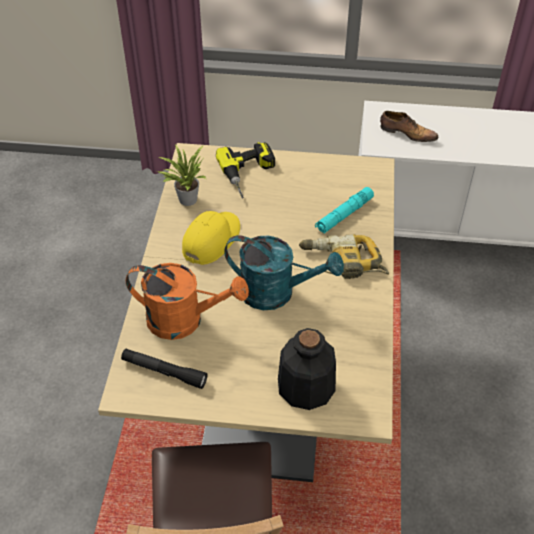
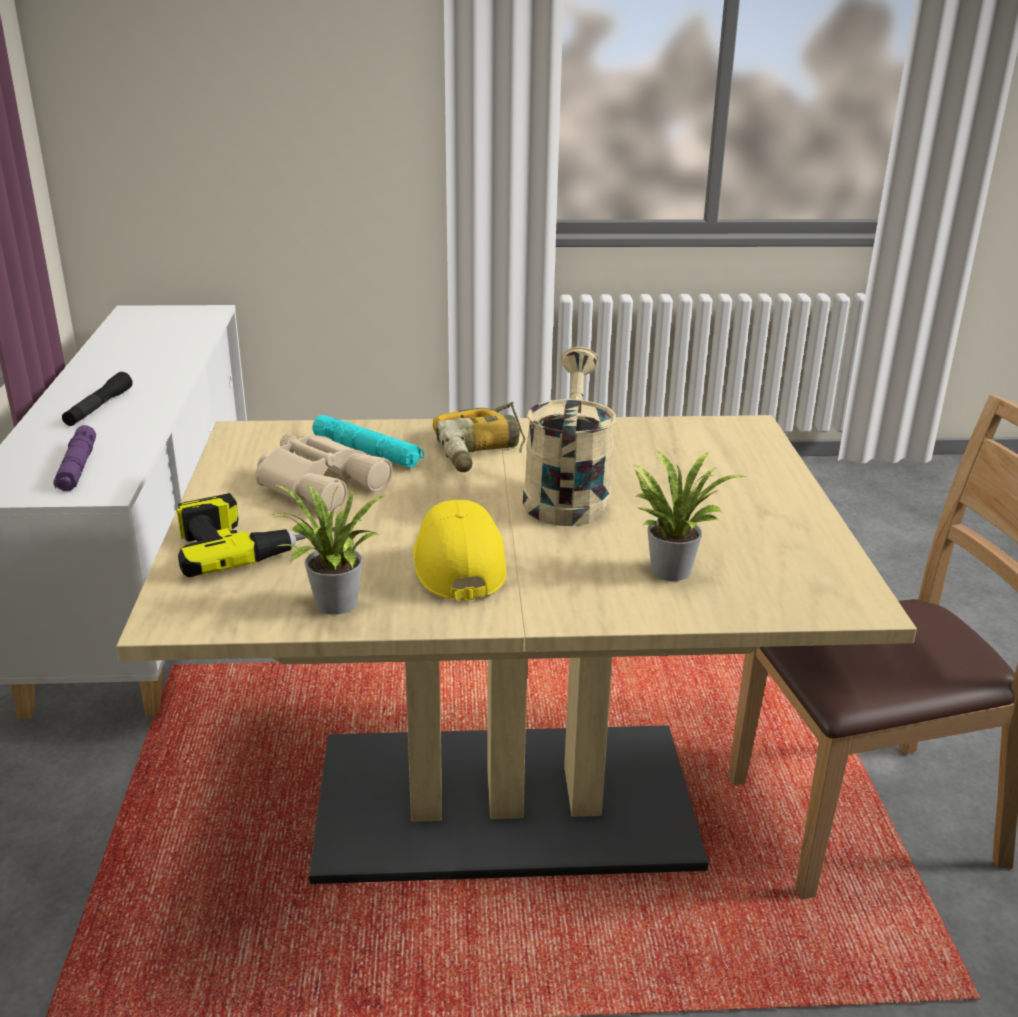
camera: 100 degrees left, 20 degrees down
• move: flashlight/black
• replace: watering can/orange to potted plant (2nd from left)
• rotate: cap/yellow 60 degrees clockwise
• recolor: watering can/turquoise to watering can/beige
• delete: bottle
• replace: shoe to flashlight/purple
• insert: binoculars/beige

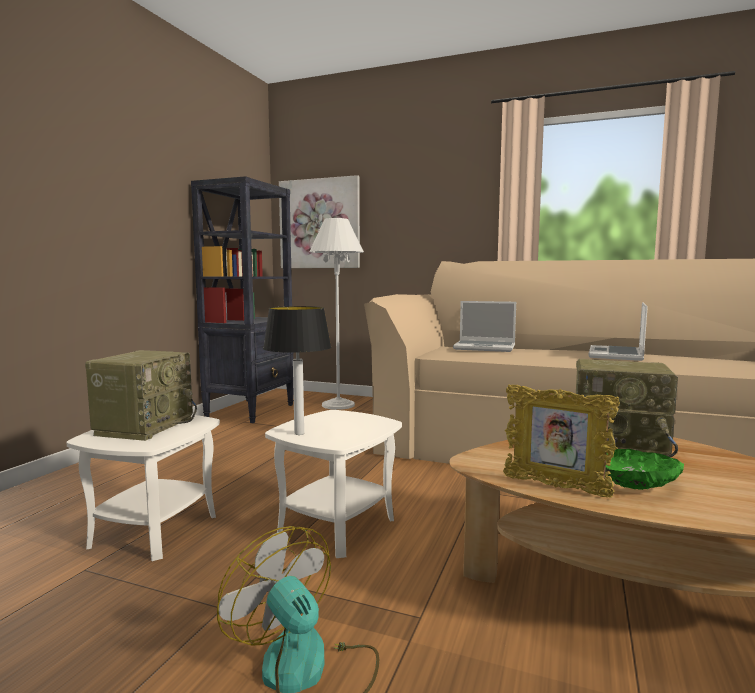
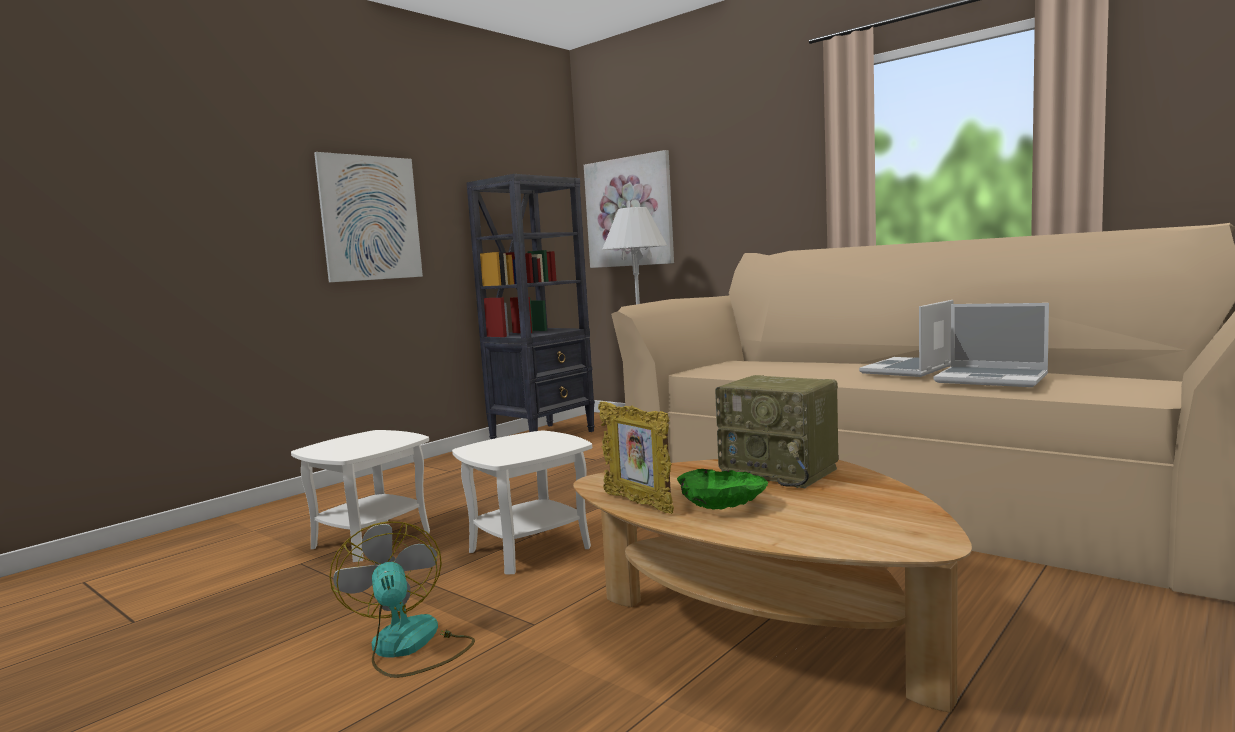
camera: 20 degrees right, 0 degrees up
• delete: radio (1st from left)
• delete: table lamp
• move: laptop (1st from left in the first image) to laptop (2nd from left)
• insert: picture (1st from left)

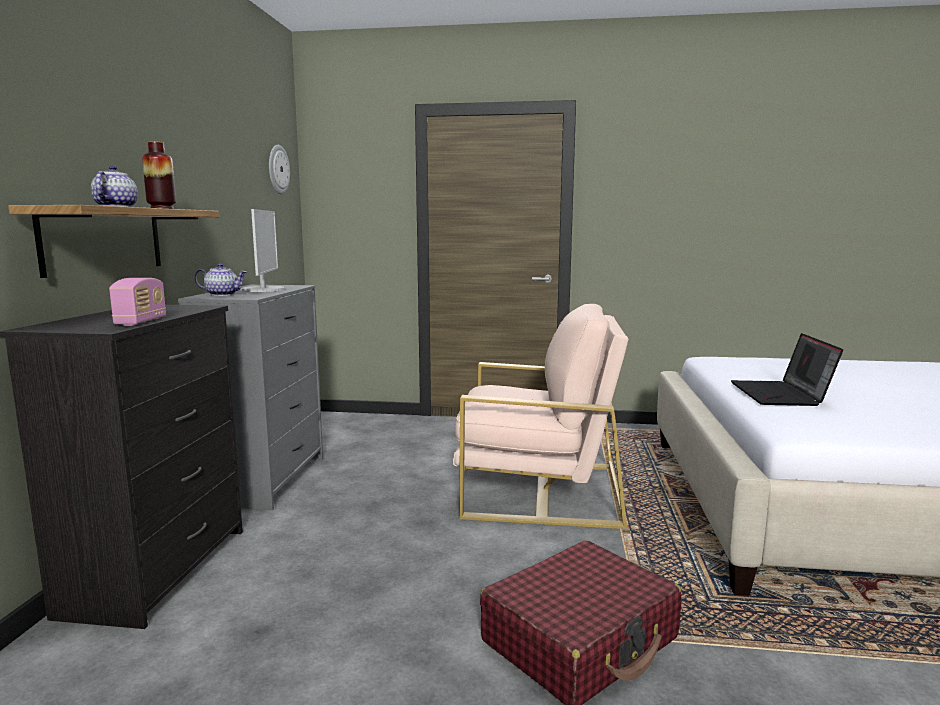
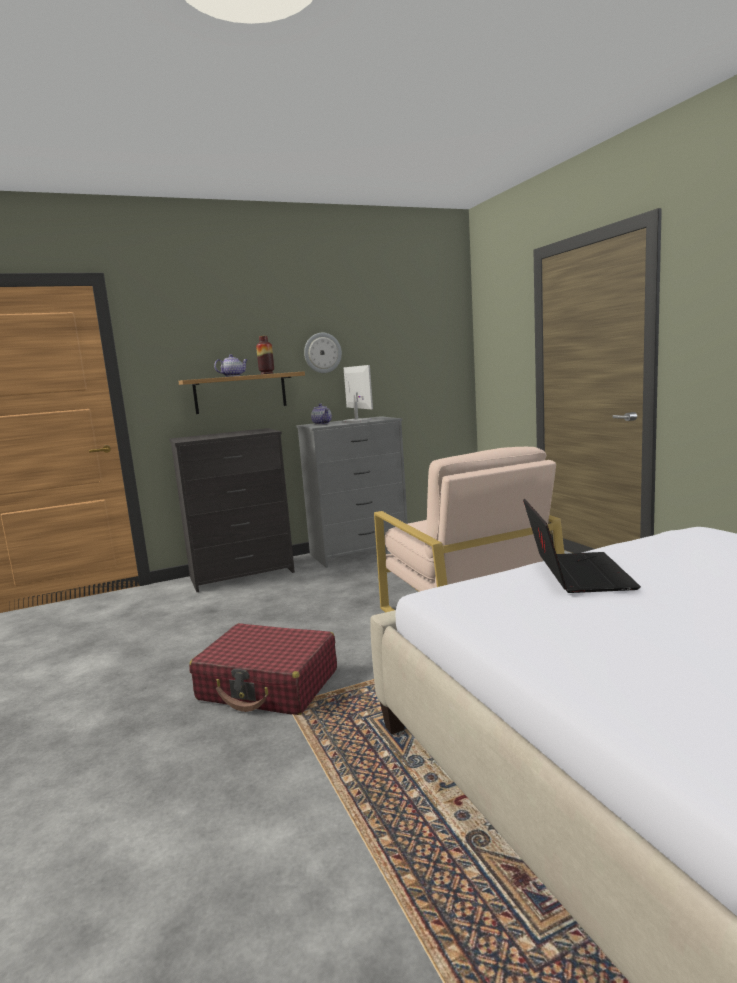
camera: 60 degrees right, 0 degrees up
• delete: radio
• rotate: monitor 75 degrees counterclockwise
• move: wall clock
• rotate: laptop 120 degrees clockwise

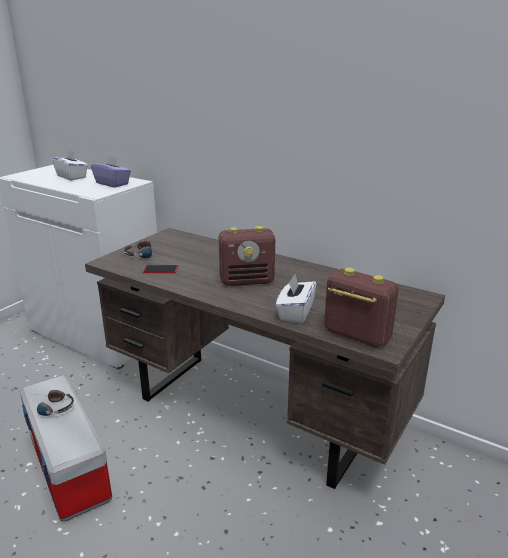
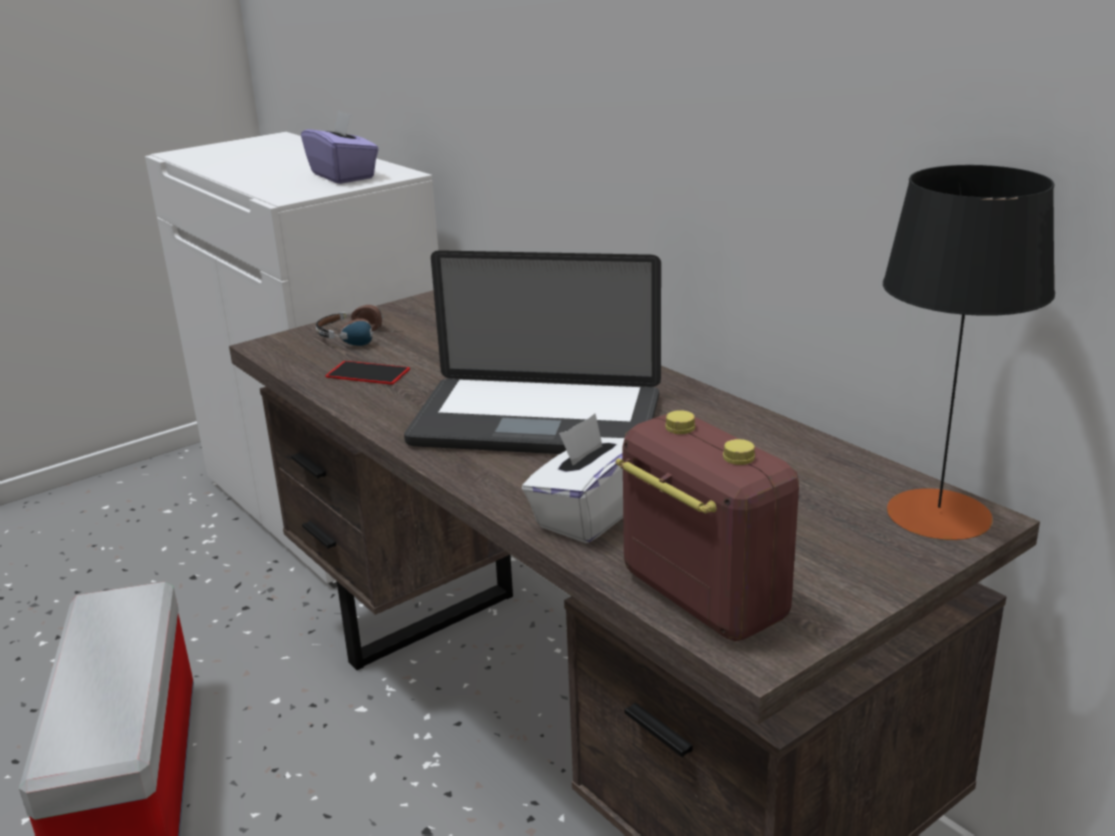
camera: 20 degrees right, 0 degrees up
• delete: headphones (1st from left)
• delete: tissue box/white (1st from left)
• replace: radio (1st from left) to laptop
• insert: table lamp/black

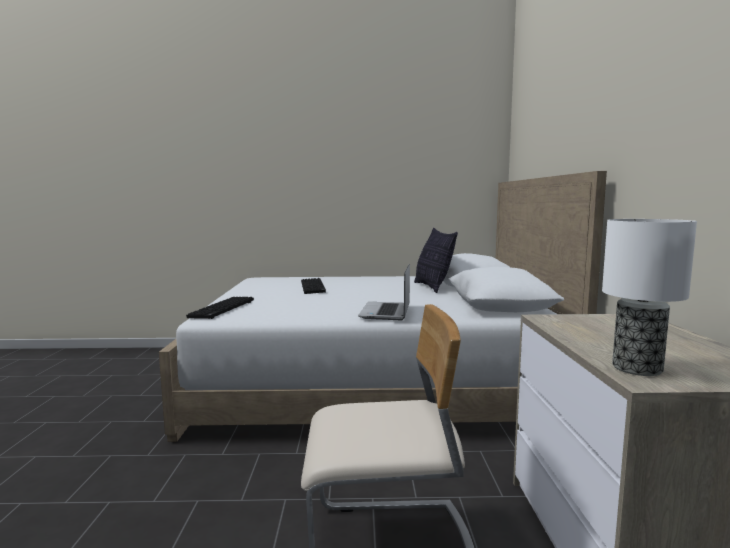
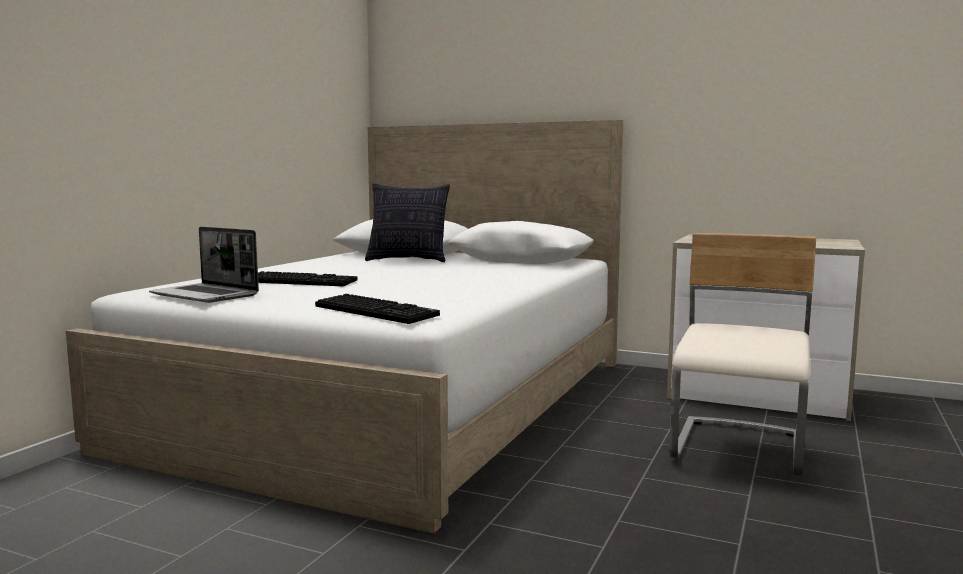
camera: 65 degrees left, 0 degrees up
• move: laptop
• delete: table lamp

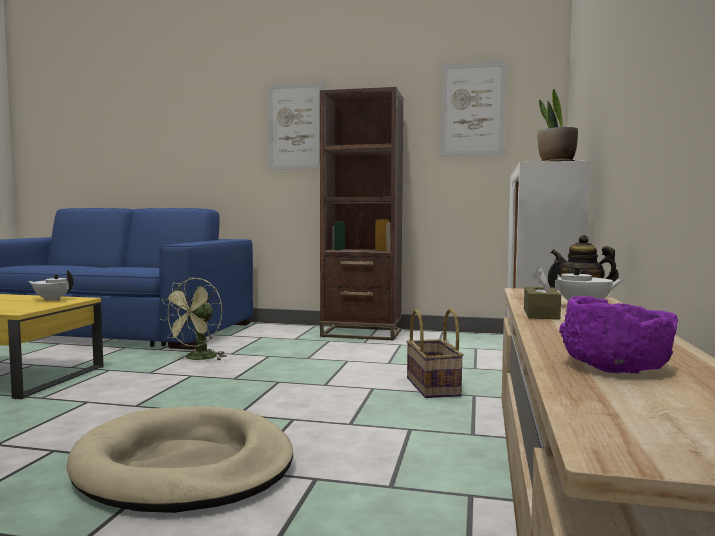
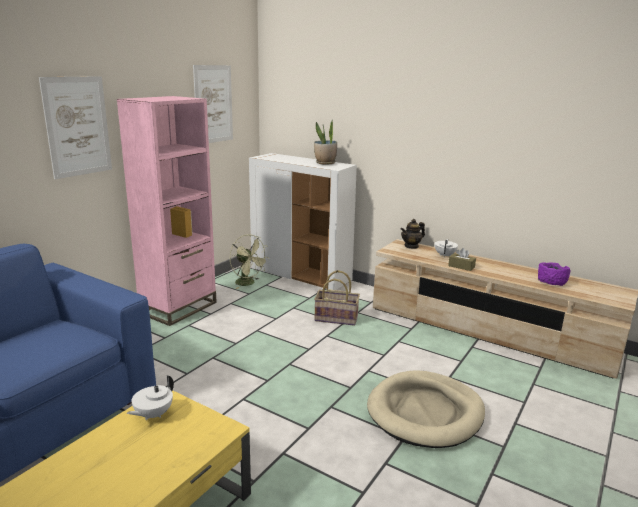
camera: 70 degrees left, 15 degrees up
• move: fan/green
• recolor: bookcase/brown to bookcase/pink

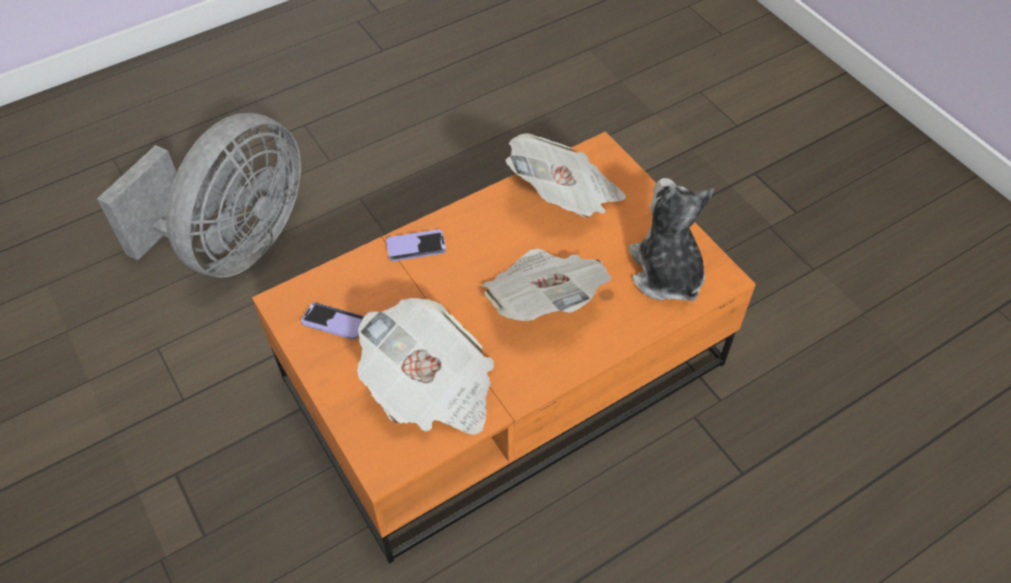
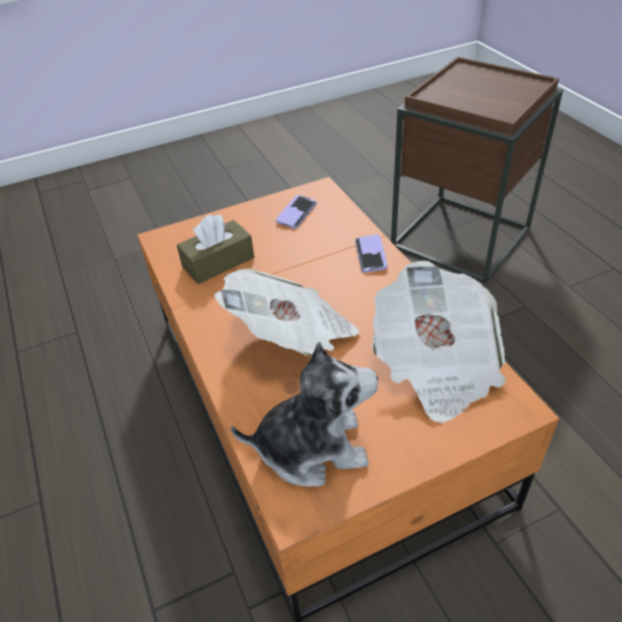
camera: 100 degrees right, 10 degrees down
• replace: fan/grey to side table/brown
• replace: newspaper (1st from left) to tissue box/brown

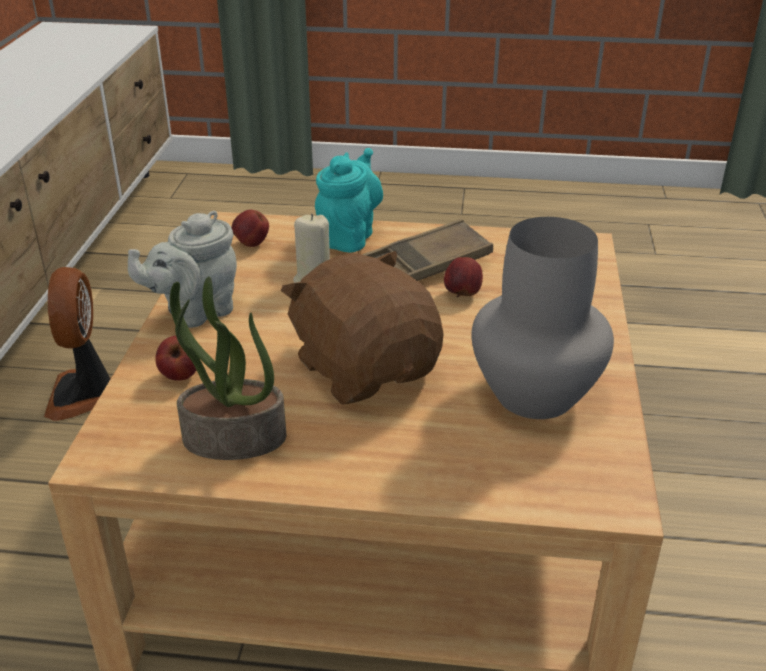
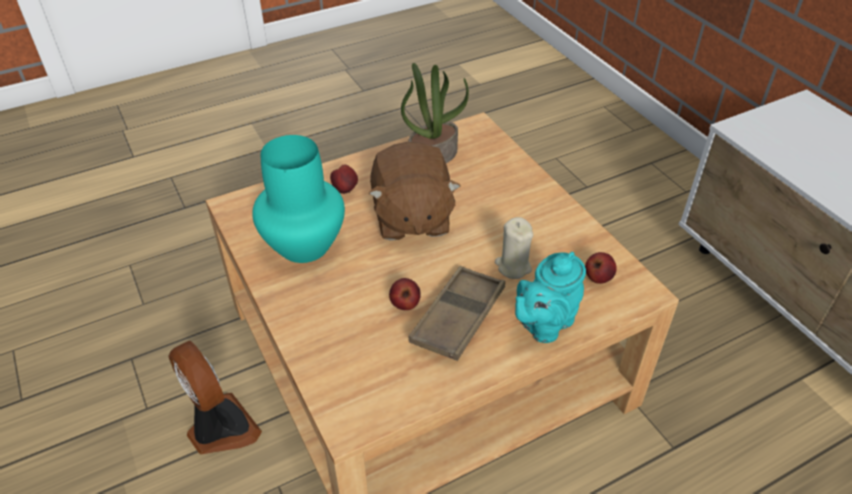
camera: 145 degrees right, 10 degrees up
• move: fan
• delete: teapot/grey
• move: apple (1st from left)
• rotate: plush toy/brown 60 degrees clockwise
• rotate: teapot/turquoise 60 degrees clockwise
• recolor: vase/grey to vase/turquoise

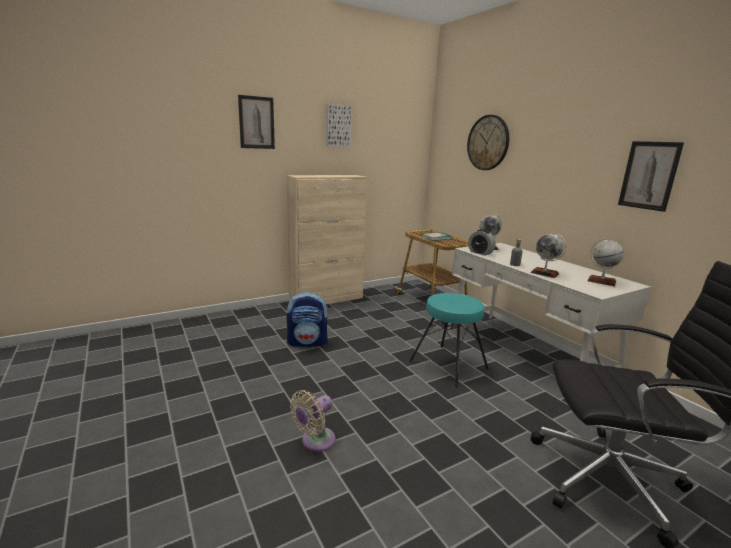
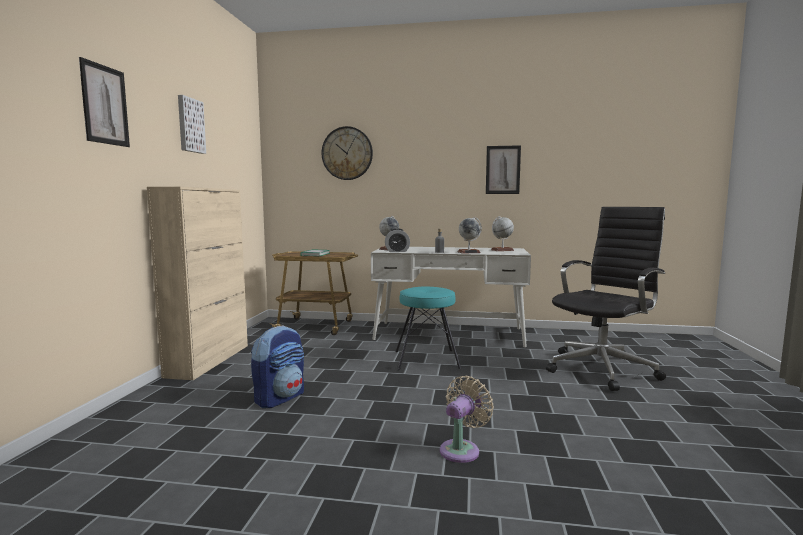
camera: 50 degrees left, 10 degrees down
• rotate: fan/beige 135 degrees counterclockwise

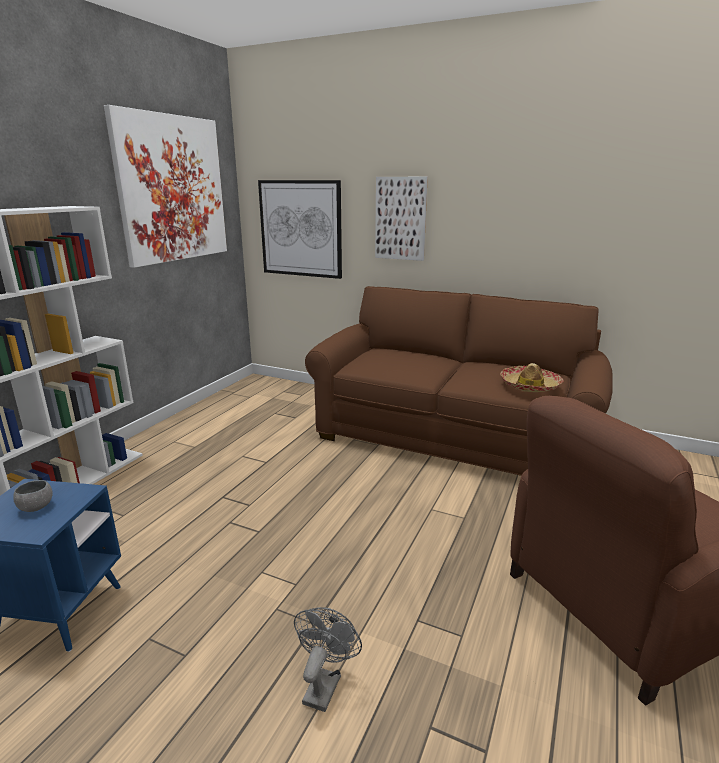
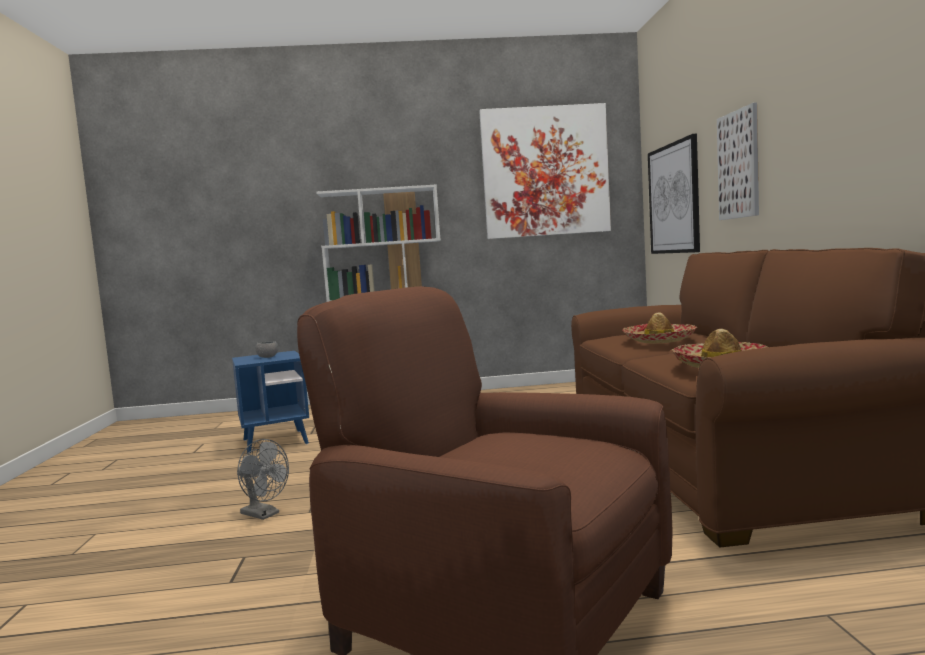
camera: 60 degrees right, 15 degrees down
• rotate: fan/grey 45 degrees clockwise
• insert: hat (1st from left)

